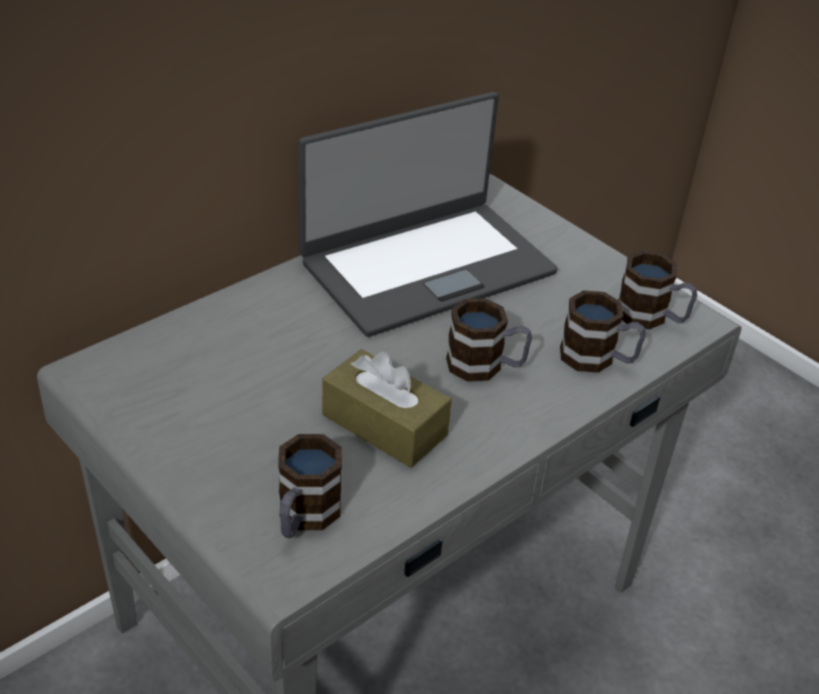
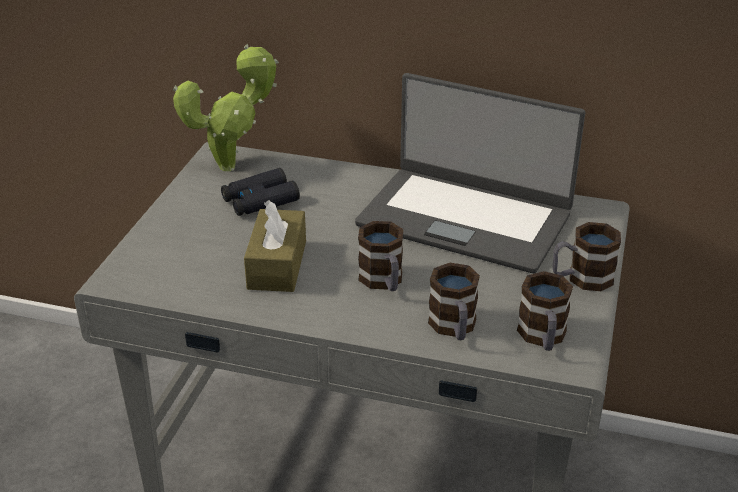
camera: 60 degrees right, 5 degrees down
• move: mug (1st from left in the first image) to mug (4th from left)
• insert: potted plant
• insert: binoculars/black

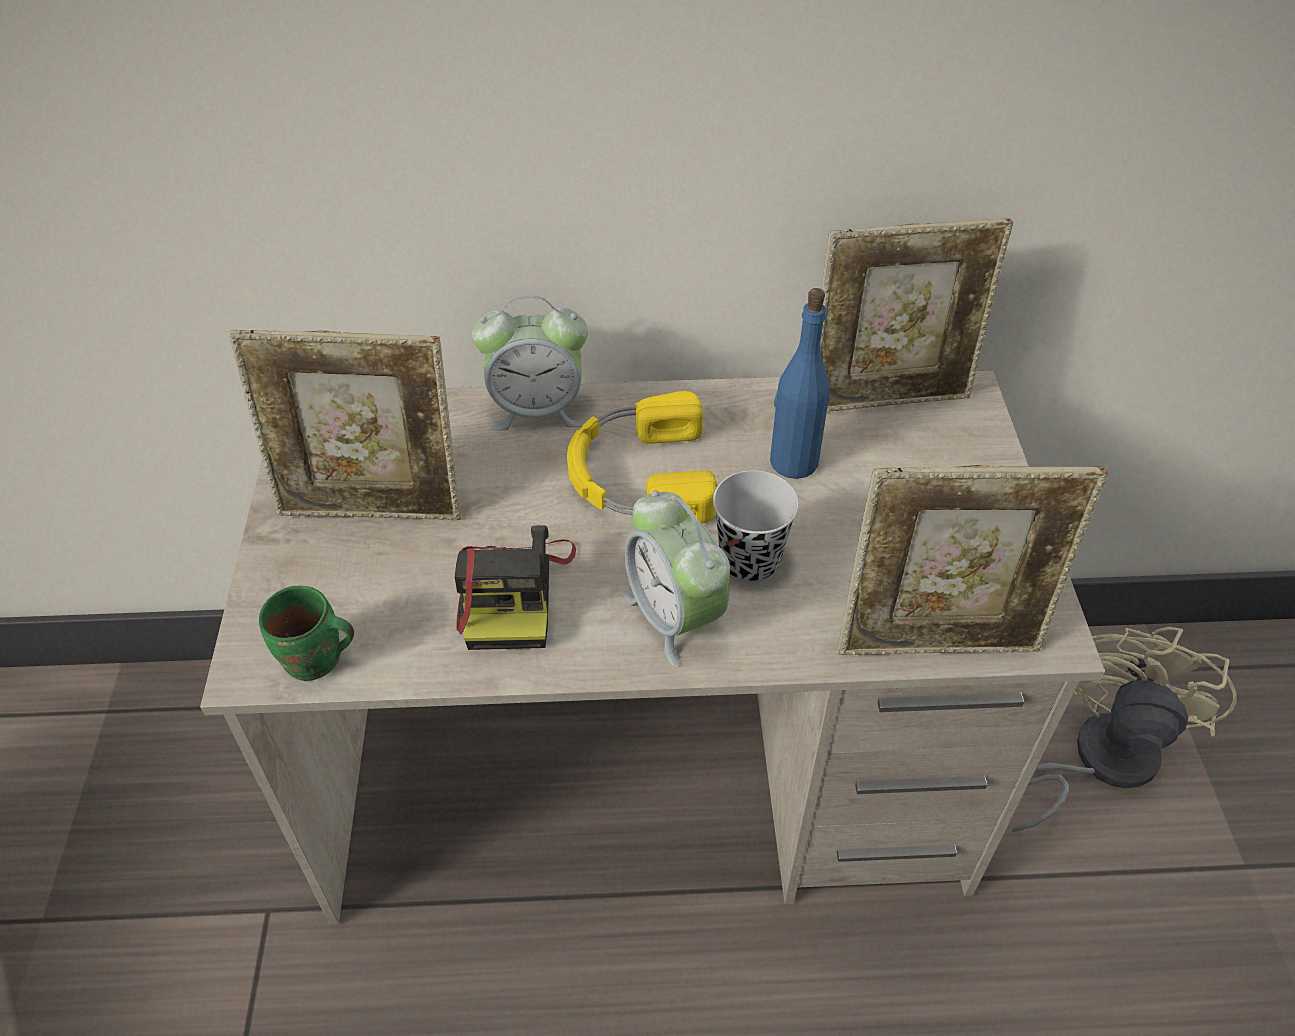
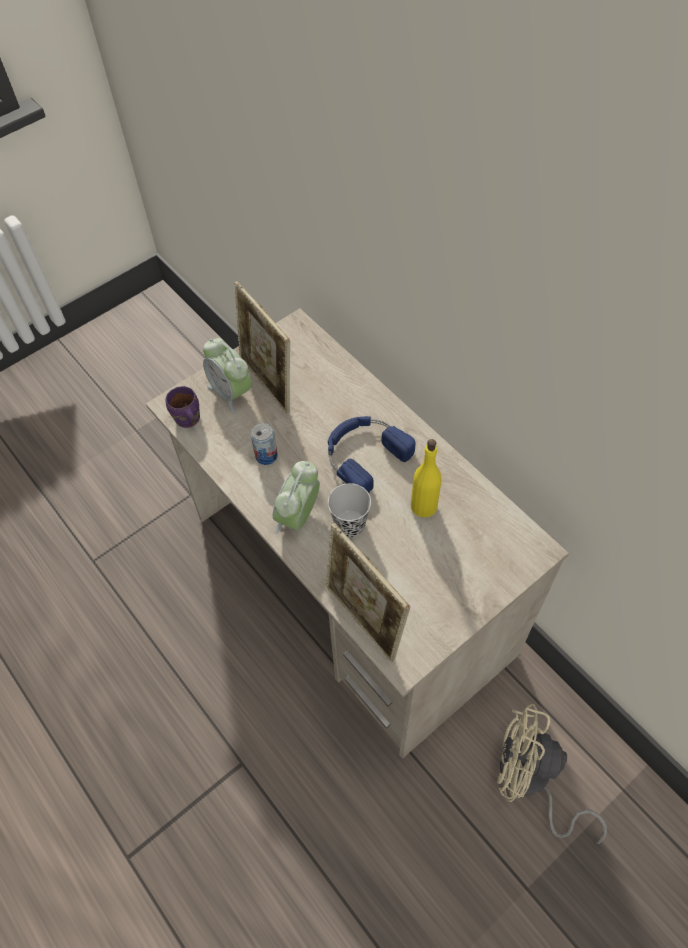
camera: 55 degrees right, 10 degrees up
• recolor: mug/green to mug/purple
• replace: photo camera to can
• move: alarm clock (1st from left)
• recolor: headphones/yellow to headphones/blue
• recolor: bottle/blue to bottle/yellow
• delete: picture frame (2nd from left)
• rotate: fan/beige 150 degrees counterclockwise

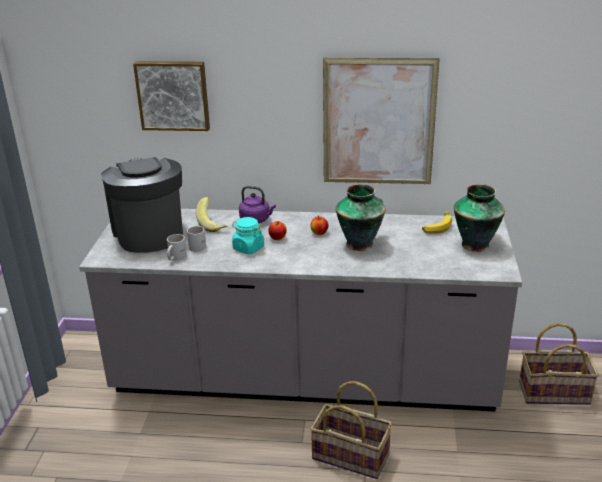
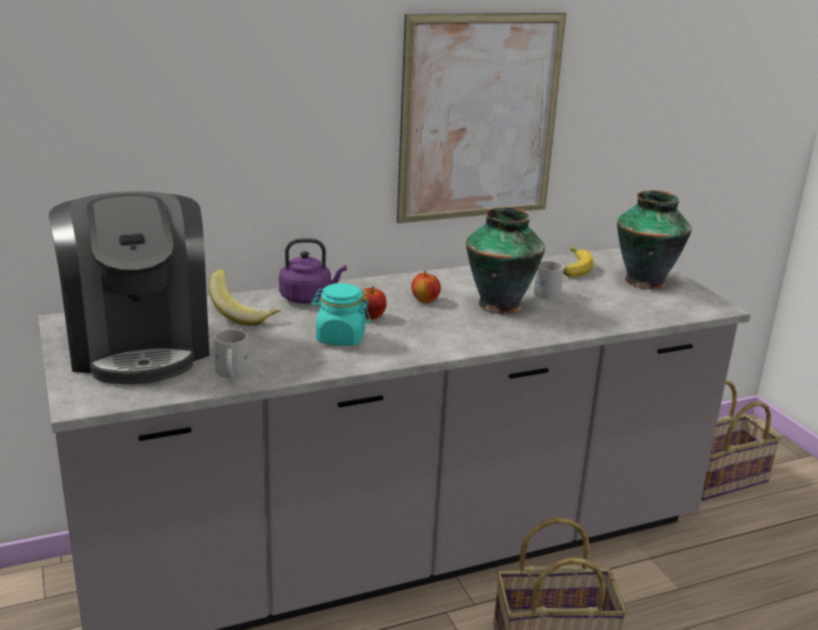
camera: 30 degrees left, 5 degrees down
• rotate: coffee machine 150 degrees counterclockwise
• delete: picture (1st from left)
• move: mug/white (2nd from left)

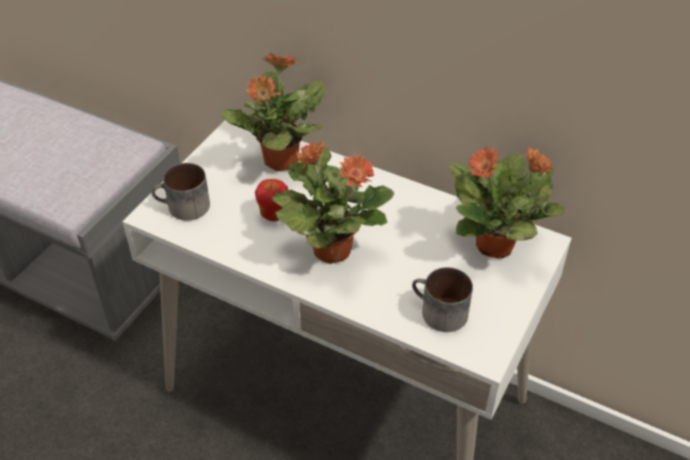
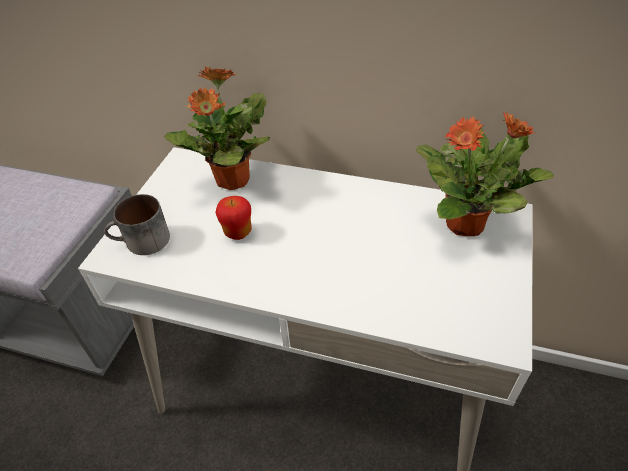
camera: 10 degrees left, 0 degrees up
• delete: potted plant (2nd from left)
• delete: mug (2nd from left)

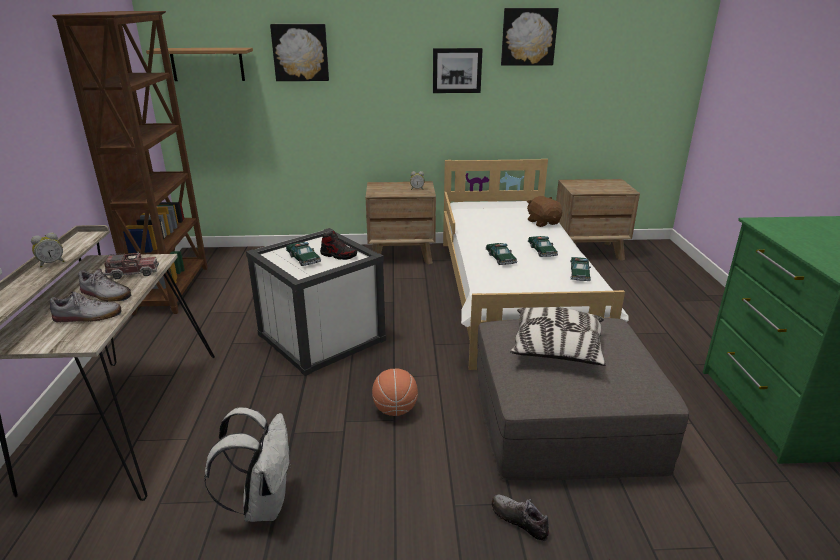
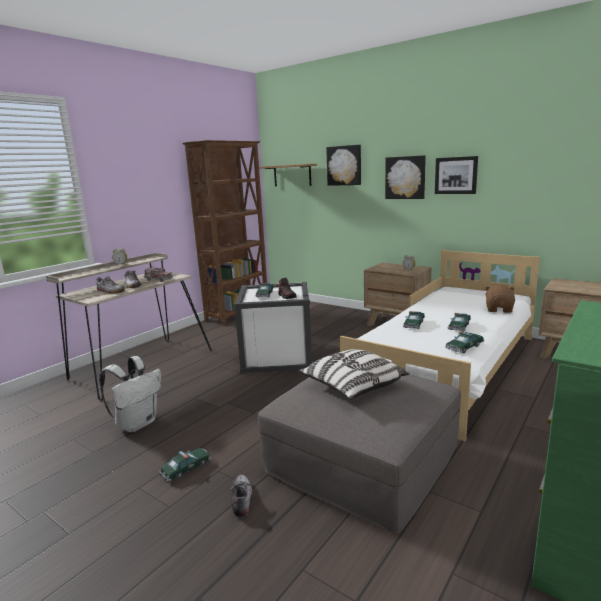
camera: 40 degrees right, 10 degrees down
• delete: basketball
• move: picture (3rd from left in the first image) to picture (2nd from left)
• insert: toy car (1st from left)

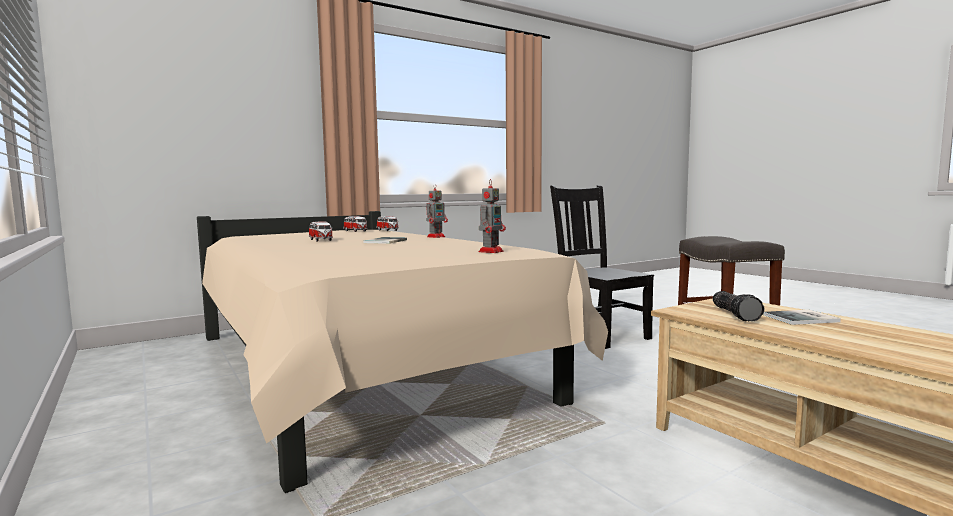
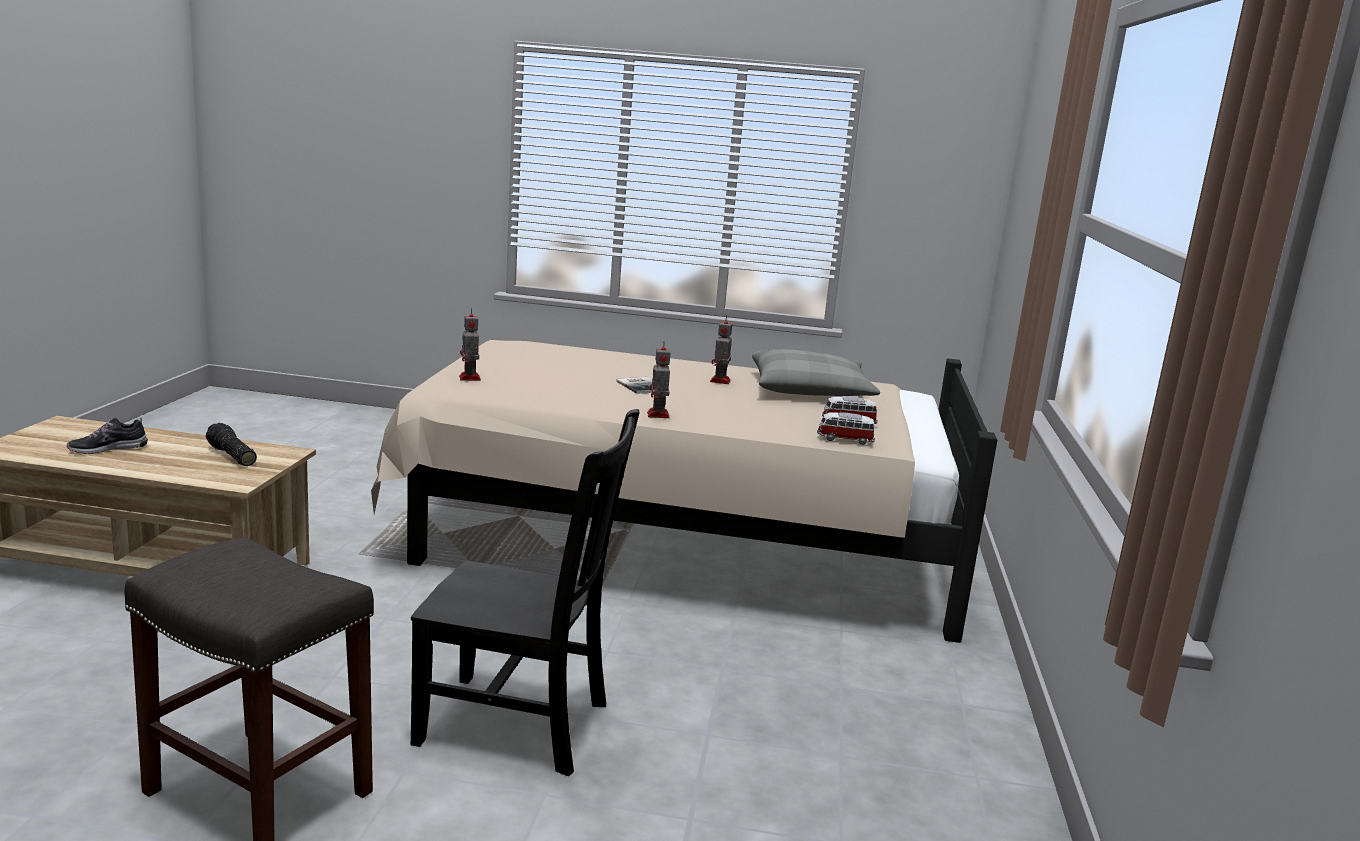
camera: 130 degrees right, 10 degrees up
• replace: toy car (1st from left) to toy robot (3rd from left)
• delete: book (2nd from left)
• insert: shoe
• insert: pillow/grey

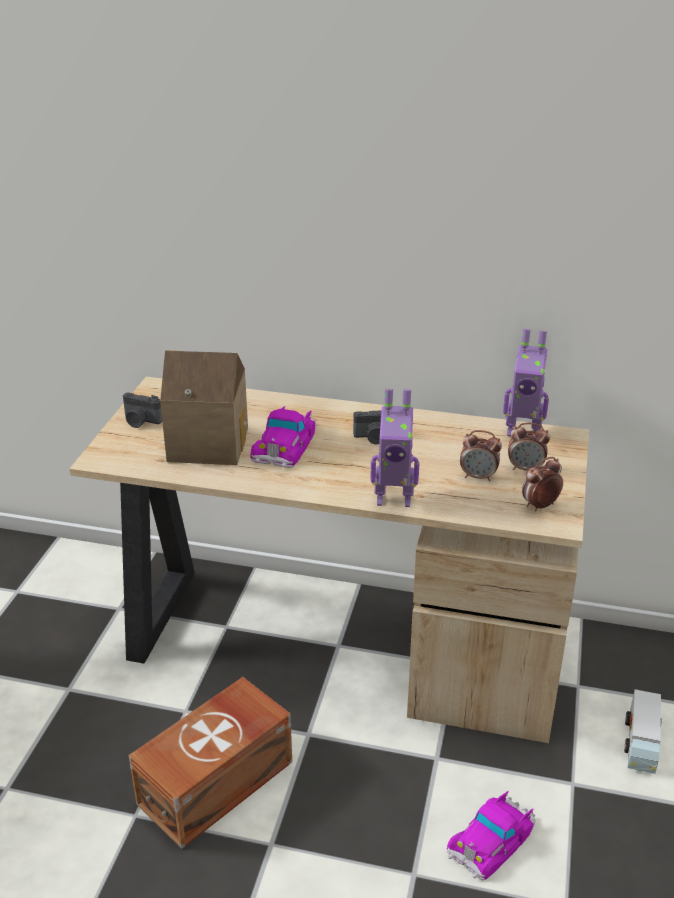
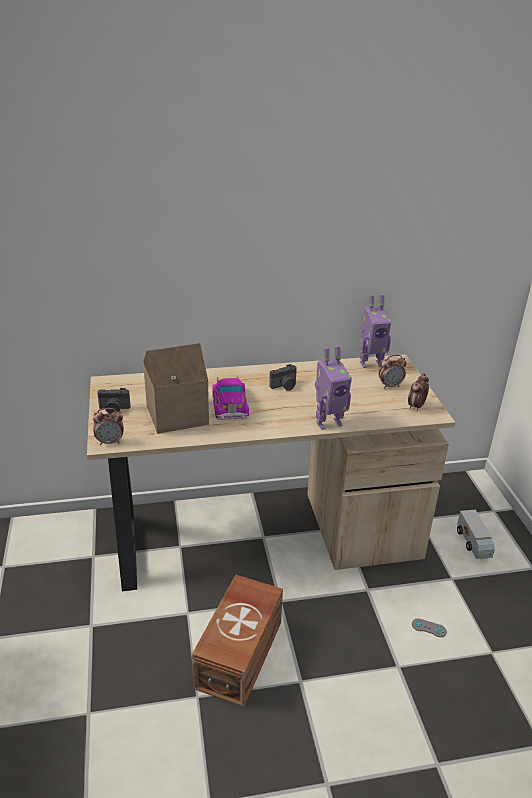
camera: 25 degrees left, 0 degrees up
• replace: toy car (2nd from left) to game controller/grey
• move: alarm clock (1st from left)

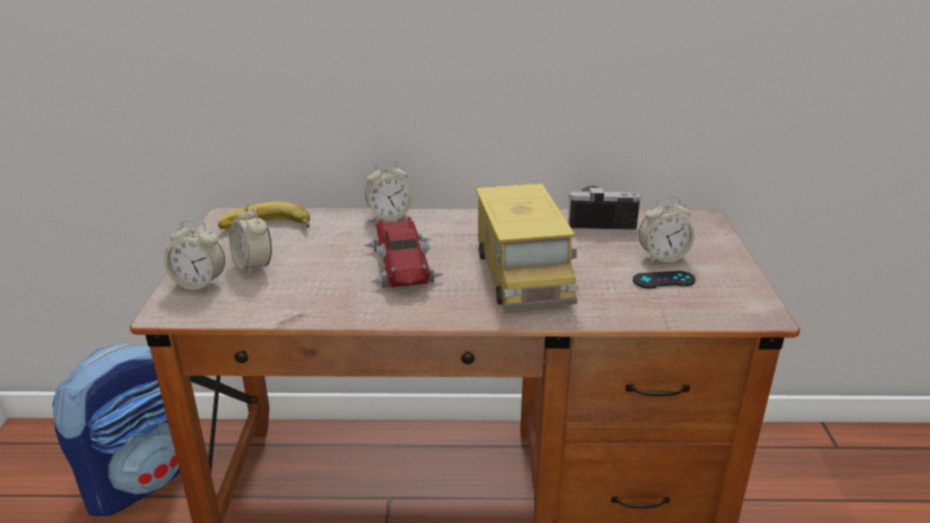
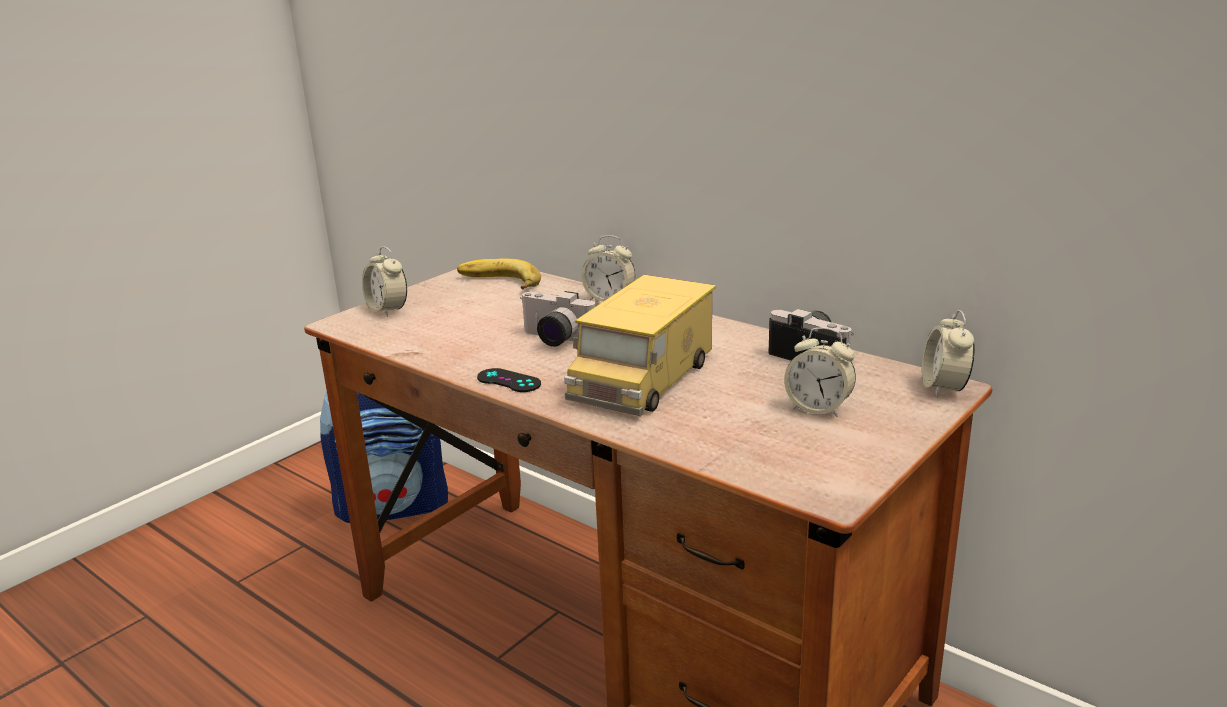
camera: 40 degrees right, 5 degrees down
• move: alarm clock (2nd from left in the first image) to alarm clock (4th from left)
• replace: toy car to photo camera (1st from left)
• move: game controller/black

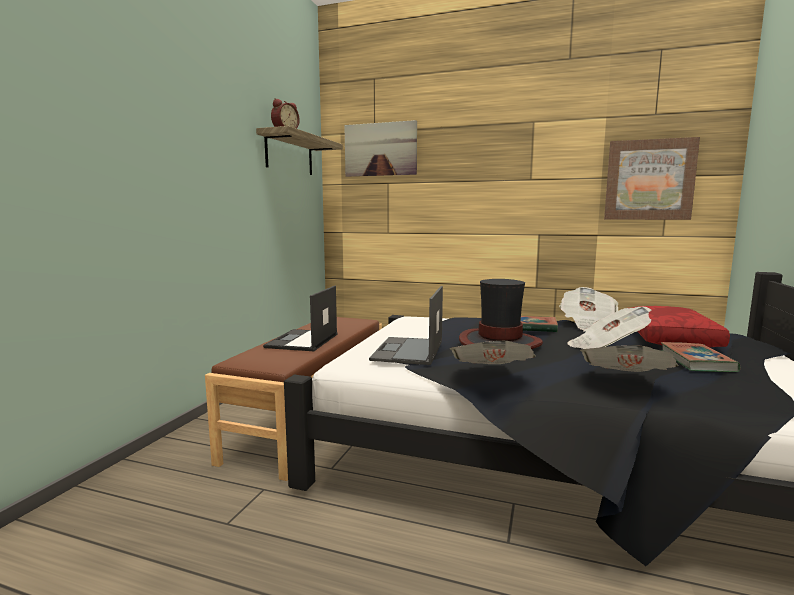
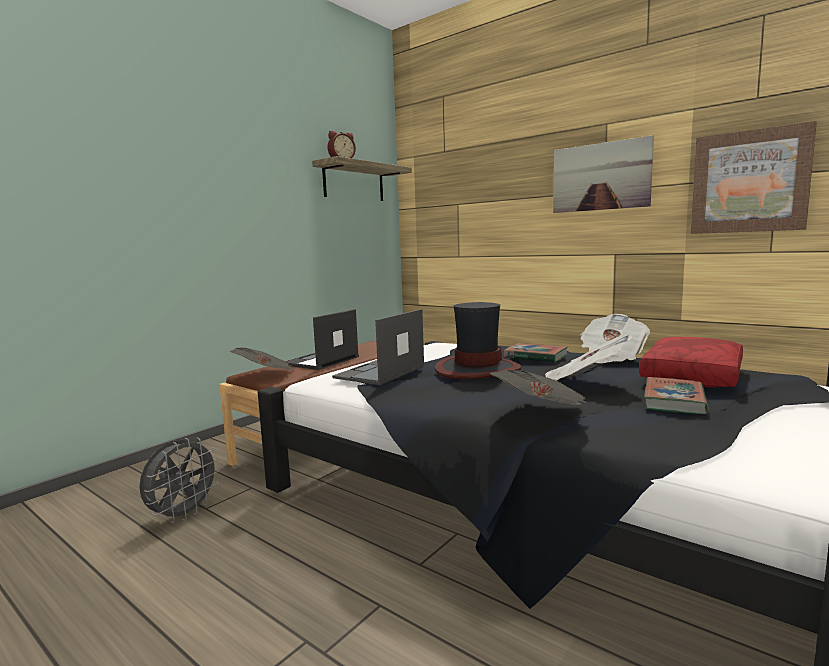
camera: 20 degrees right, 0 degrees up
• move: picture (1st from left)
• move: newspaper (1st from left)
• insert: fan/grey

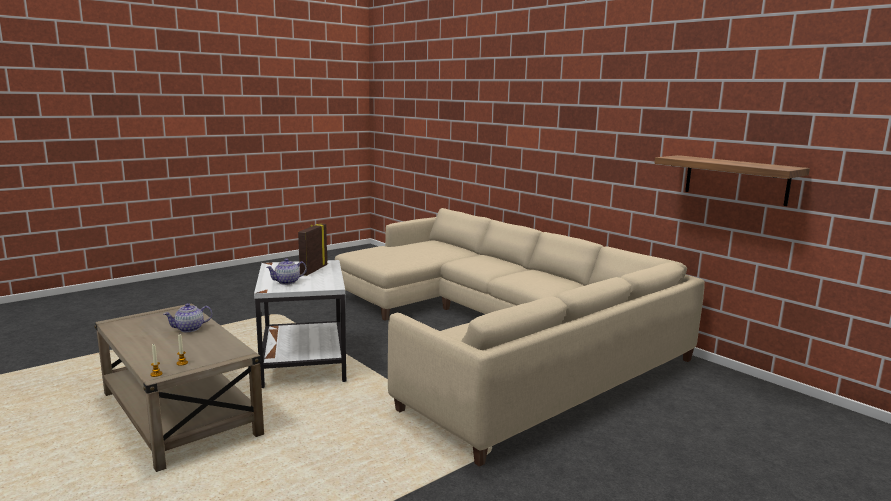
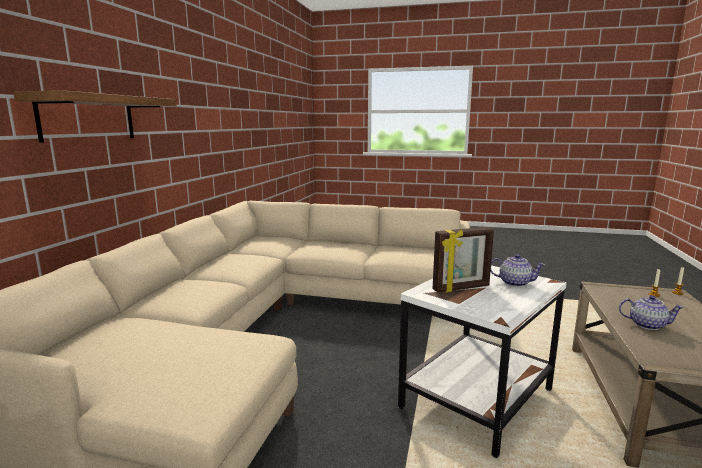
camera: 125 degrees left, 0 degrees up
• move: shelf

